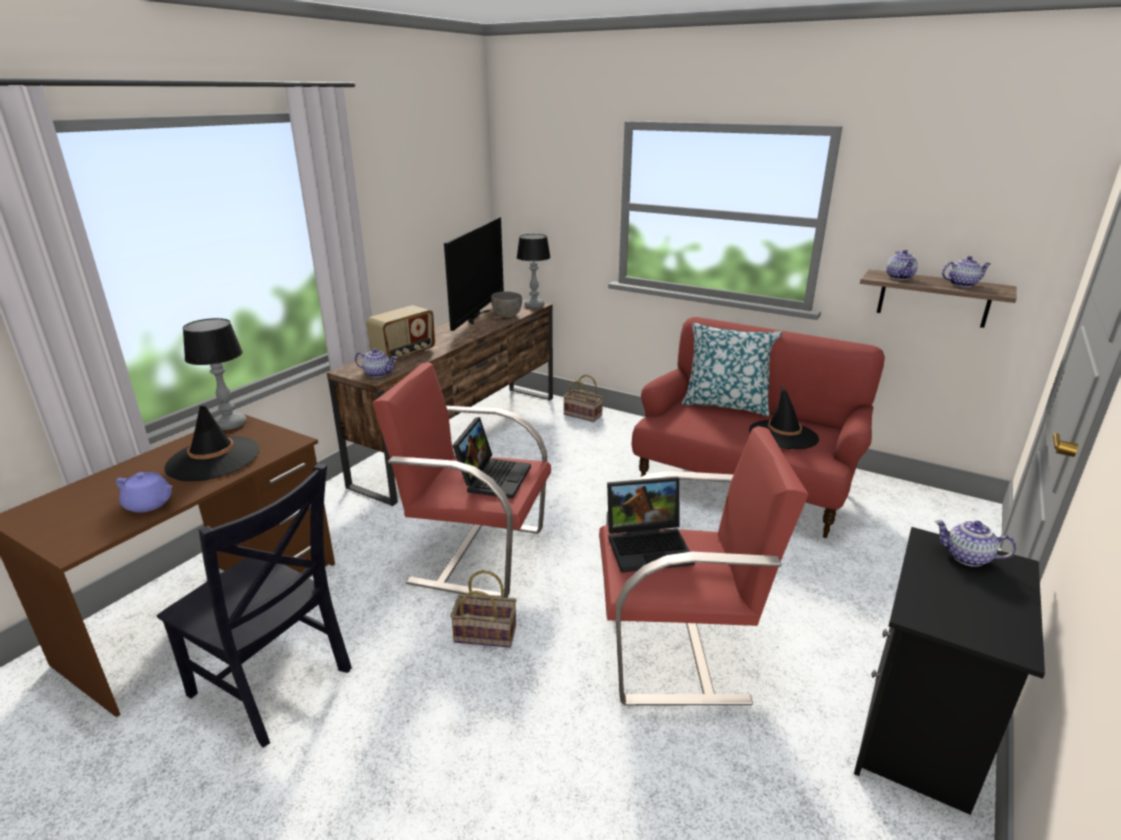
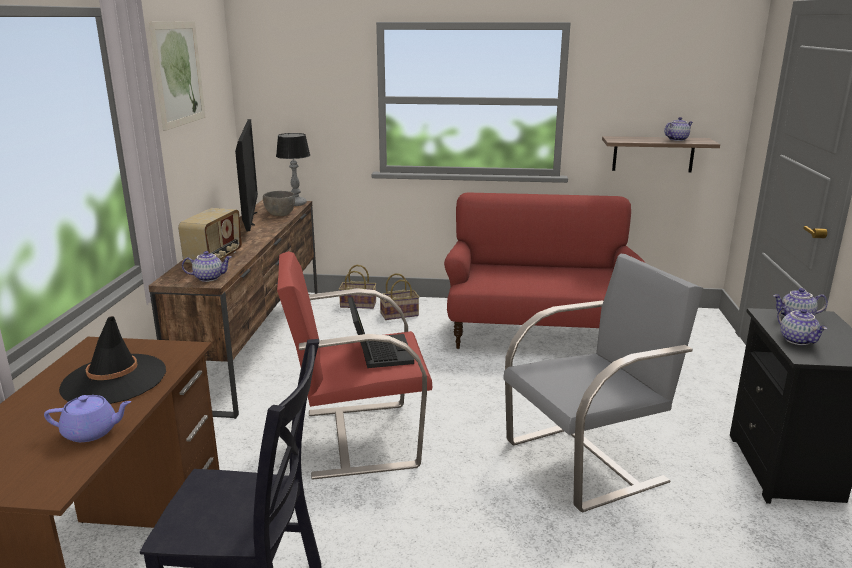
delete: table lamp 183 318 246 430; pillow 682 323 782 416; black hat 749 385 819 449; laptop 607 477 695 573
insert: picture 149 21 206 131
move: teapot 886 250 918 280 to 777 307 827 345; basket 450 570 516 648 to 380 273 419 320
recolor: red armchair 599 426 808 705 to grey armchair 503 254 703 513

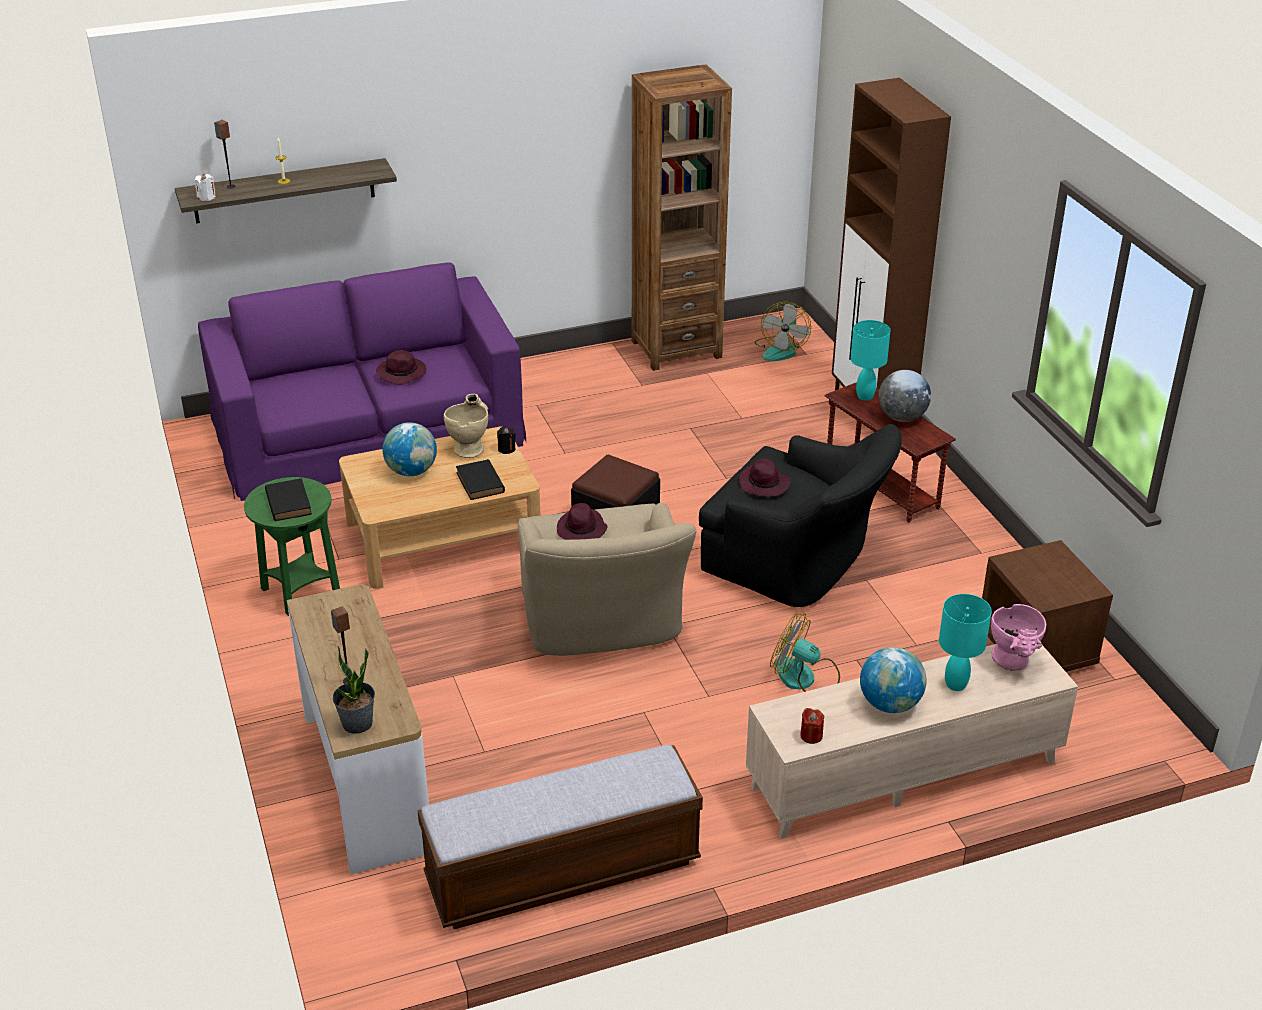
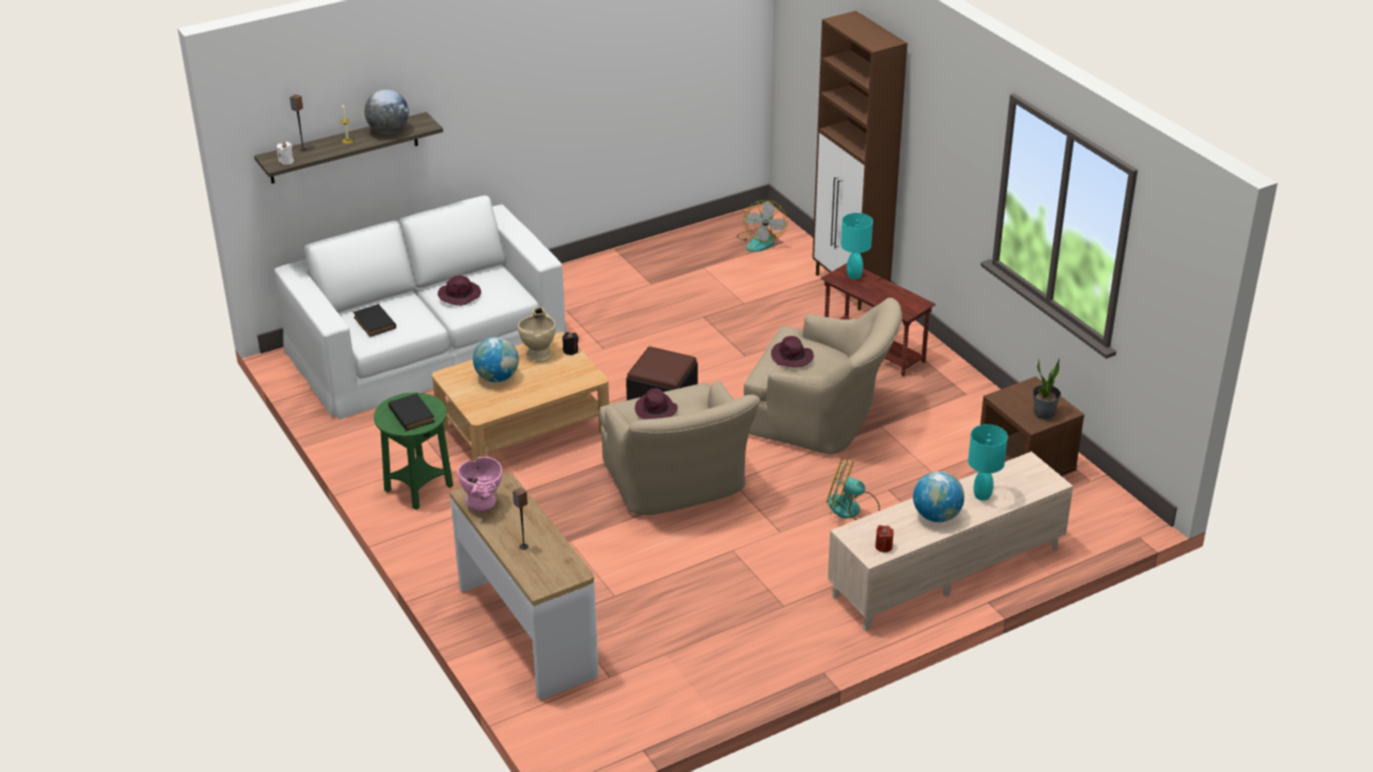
delete: brown bookcase 632 64 732 371; bench 417 744 703 929
move: globe 878 370 931 422 to 364 89 409 134; black book 456 459 505 500 to 353 304 396 337; pink vase 991 604 1046 671 to 458 457 502 512; potted plant 333 646 375 734 to 1032 358 1061 419
recolor: purple sofa 198 262 526 501 to white sofa 274 196 567 420; black armchair 699 424 902 607 to beige armchair 744 298 902 454

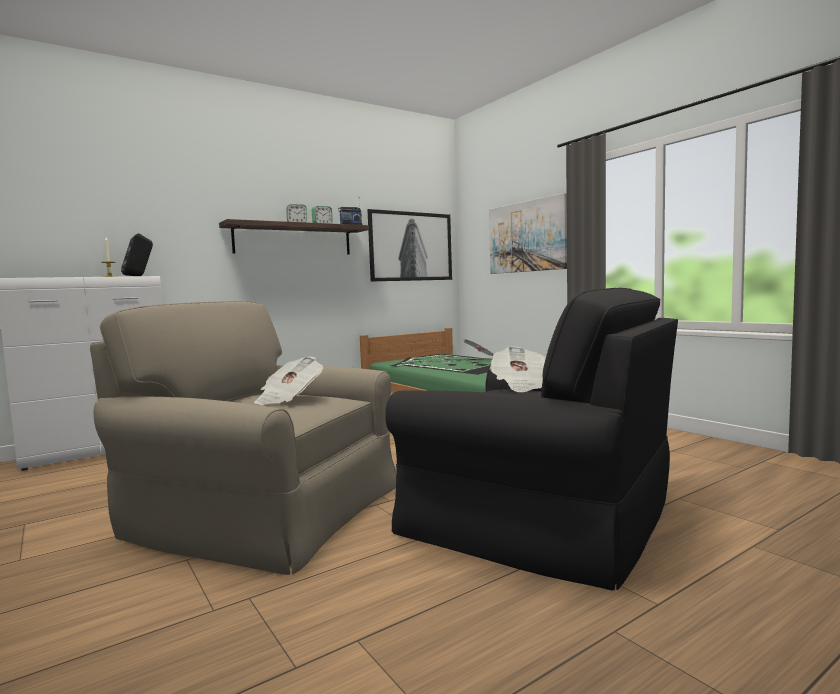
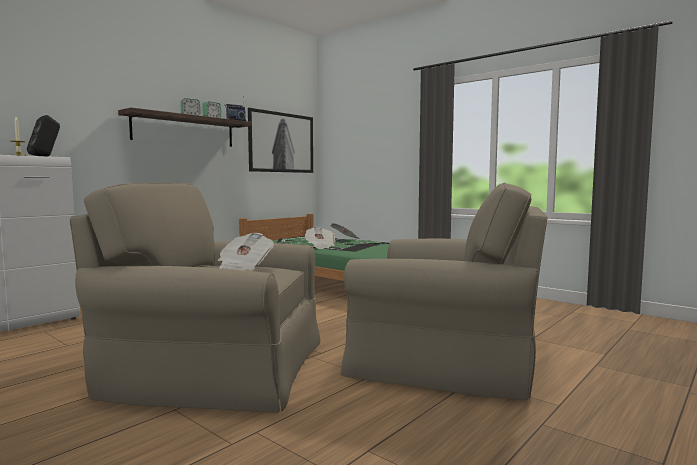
delete: picture 489 193 567 274
move: newspaper 489 346 546 392 to 305 227 335 249
recolor: black armchair 385 288 678 591 to beige armchair 340 183 547 400

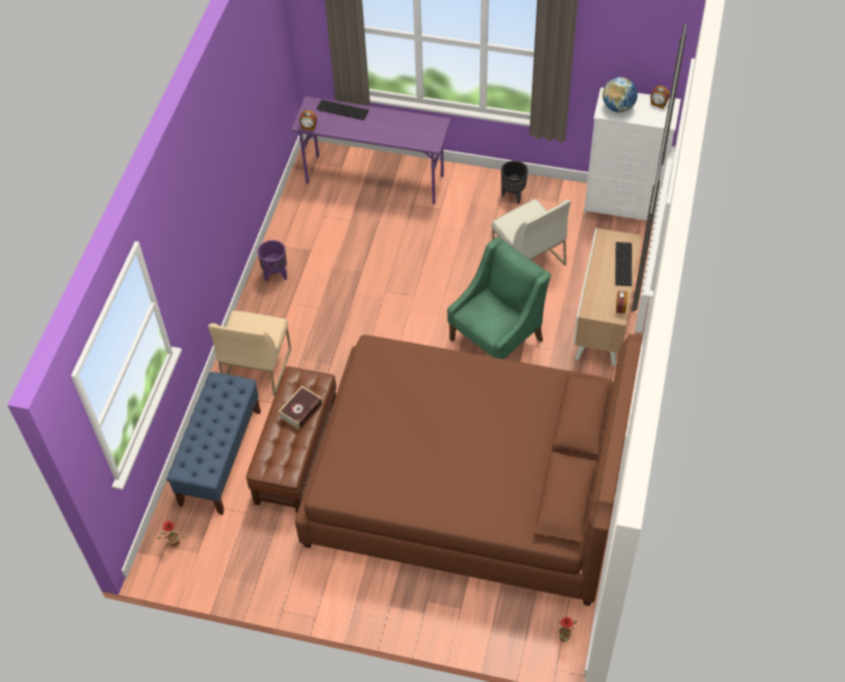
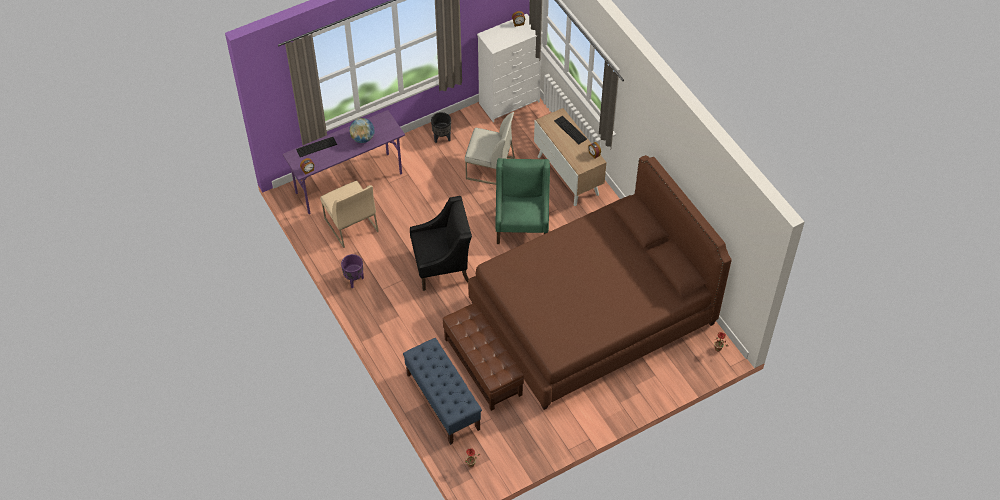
delete: book 278 386 322 430
insert: black armchair 410 196 472 291
move: globe 603 77 638 113 to 349 118 374 143; beige chair 208 310 291 396 to 320 181 379 248

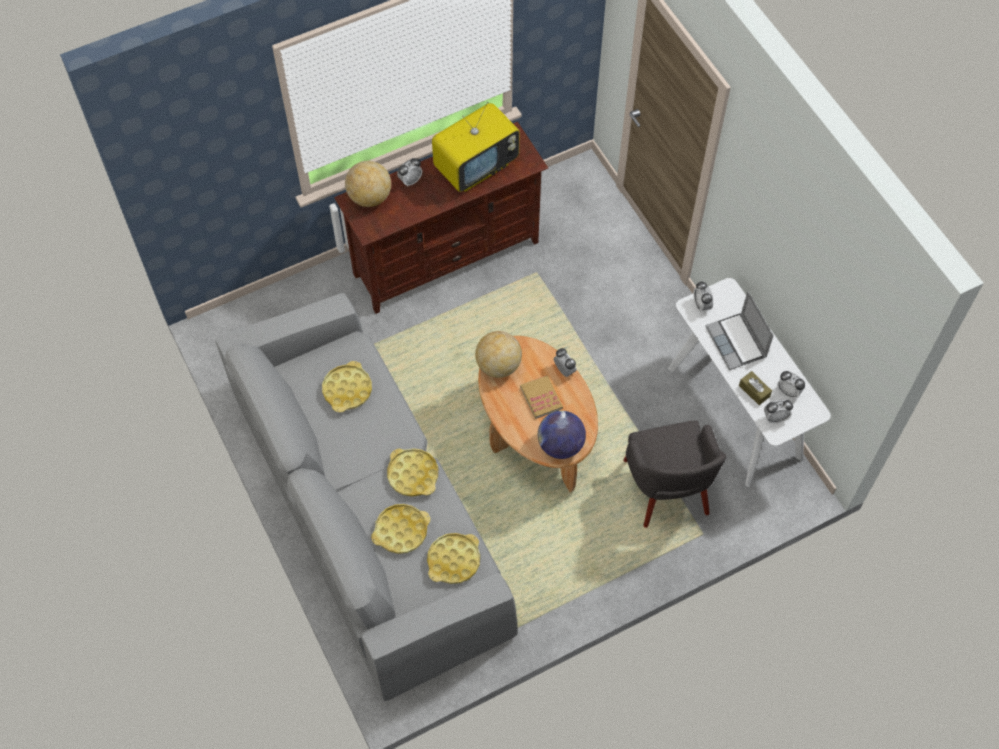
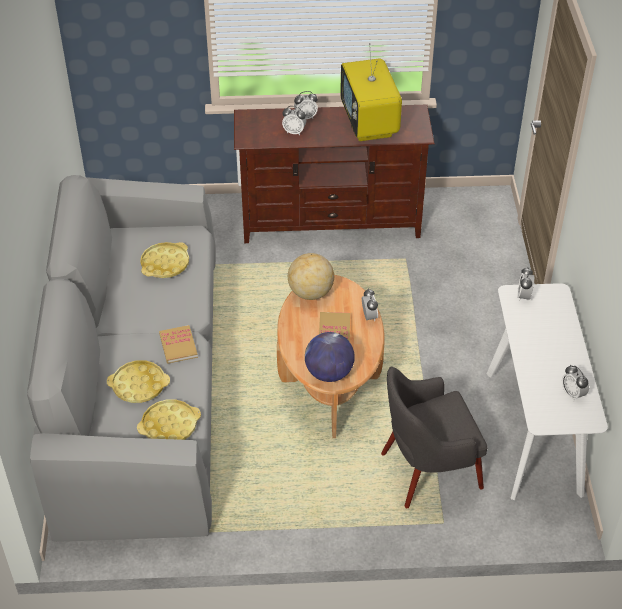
delete: globe 345 161 391 207; laptop 705 291 773 370; brown tissue box 739 371 772 405
move: alarm clock 764 400 793 423 to 282 106 306 135
replace: yellow tray 387 448 438 497 to book 159 325 198 364
rotate: television 432 101 520 192 = 340 43 402 141 90 degrees clockwise; grey armchair 624 420 726 528 = 381 367 487 508 60 degrees clockwise

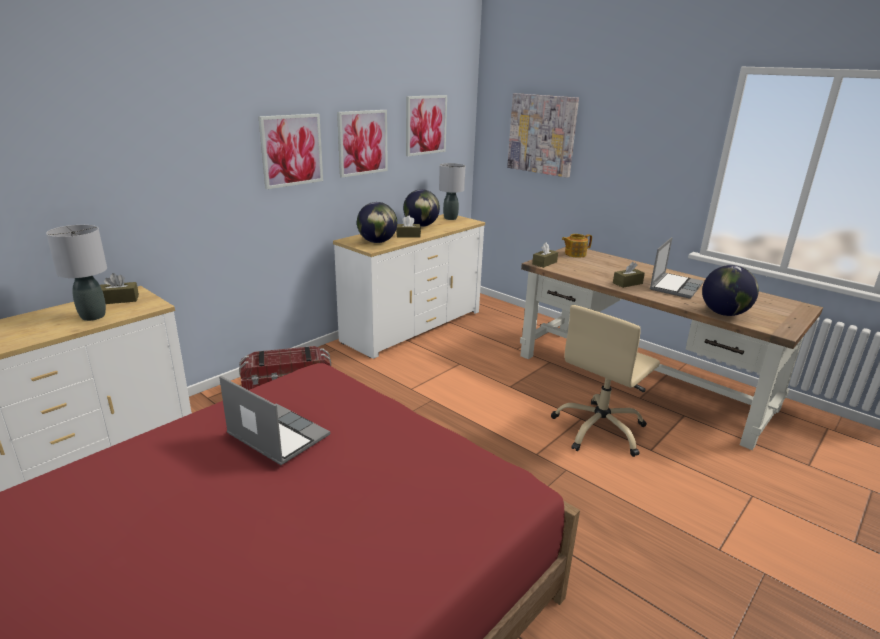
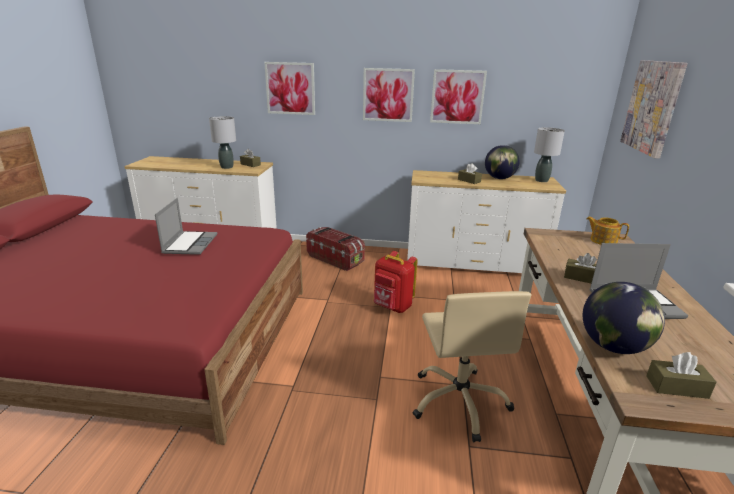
delete: globe 357 202 397 243
insert: red backpack 374 251 418 313
move: picture 406 95 447 156 to 264 62 315 115; brown tissue box 532 243 558 268 to 646 352 717 399
rotate: beige office chair 551 305 660 457 = 413 291 531 442 105 degrees counterclockwise

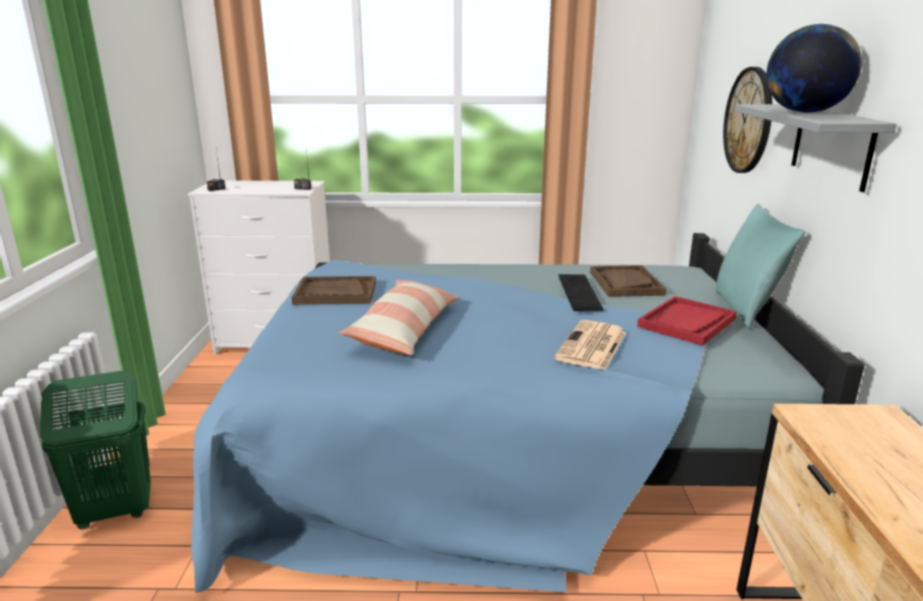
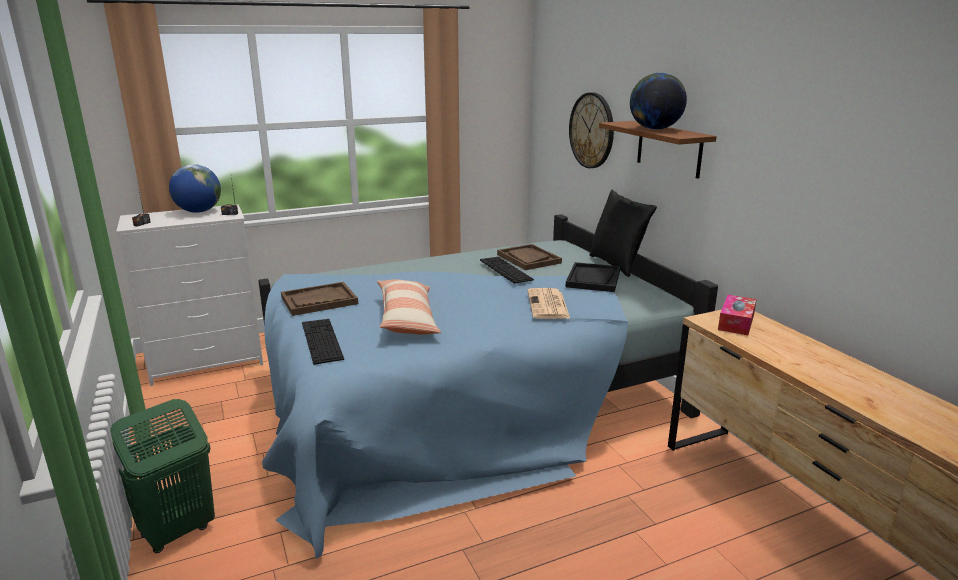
insert: globe 169 164 221 213; tissue box 718 295 757 335; keyboard 302 319 344 365
recolor: grey shelf 734 104 897 192 to brown shelf 599 121 717 179; turquoise pillow 715 203 805 329 to black pillow 590 190 657 277; red tray 637 296 737 346 to black tray 566 262 620 292

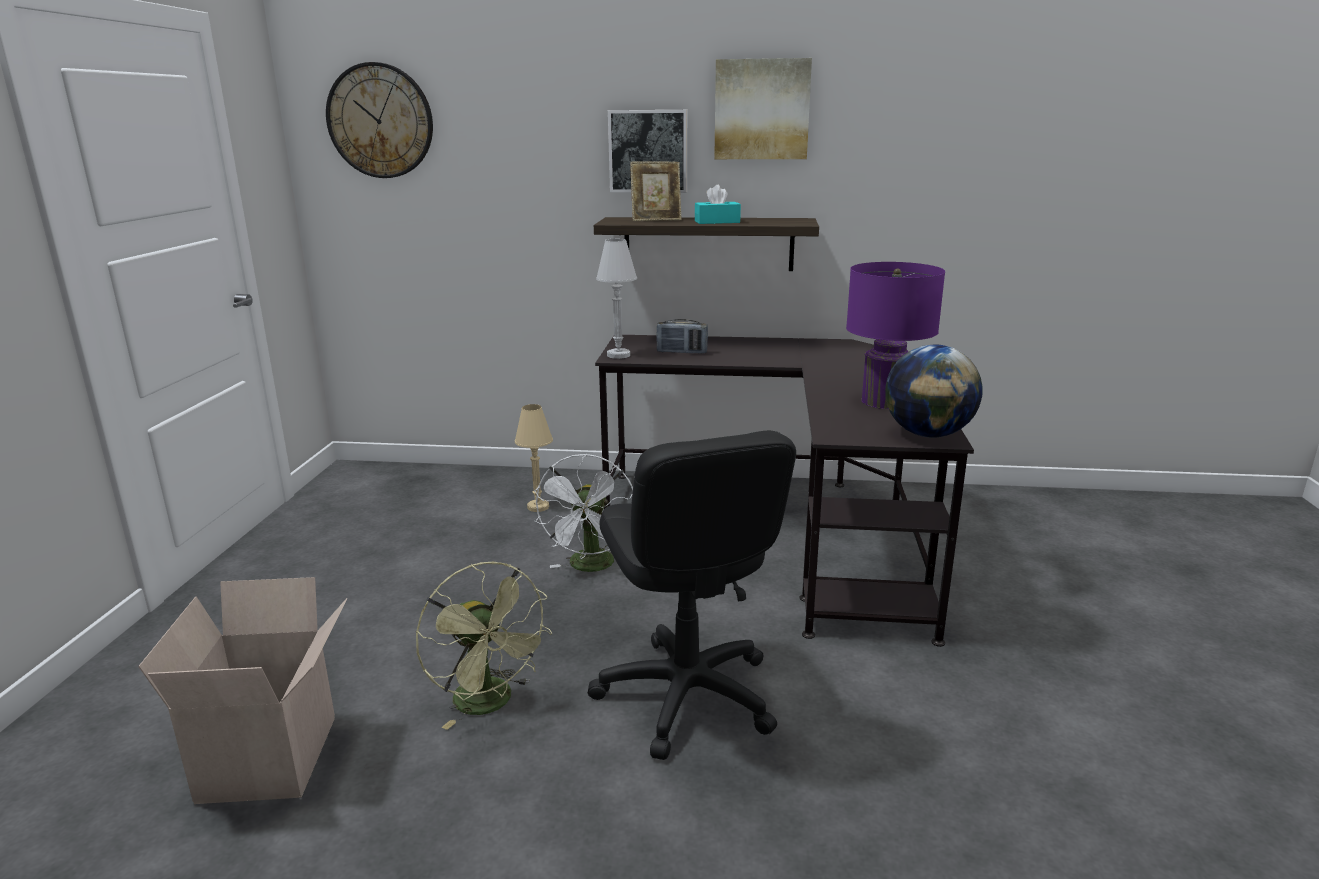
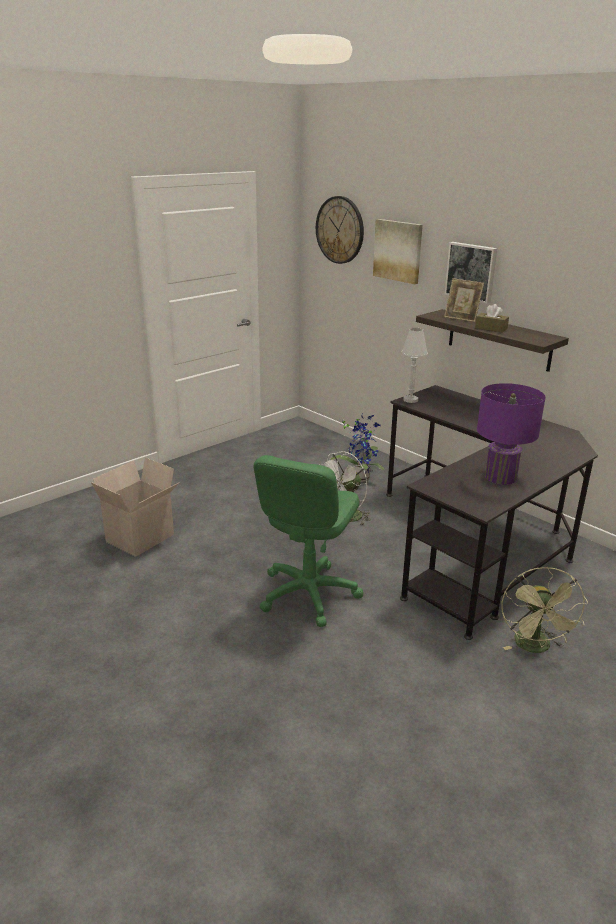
delete: radio 657 319 708 354; globe 885 345 983 438
move: picture 714 58 812 159 to 373 219 423 284; green fan 416 562 552 730 to 501 567 588 653
replace: beige table lamp 515 404 553 512 to potted plant 330 412 384 482
recolor: turquoise tissue box 695 185 741 224 to brown tissue box 475 304 509 332; black office chair 588 431 796 760 to green office chair 253 455 363 627

